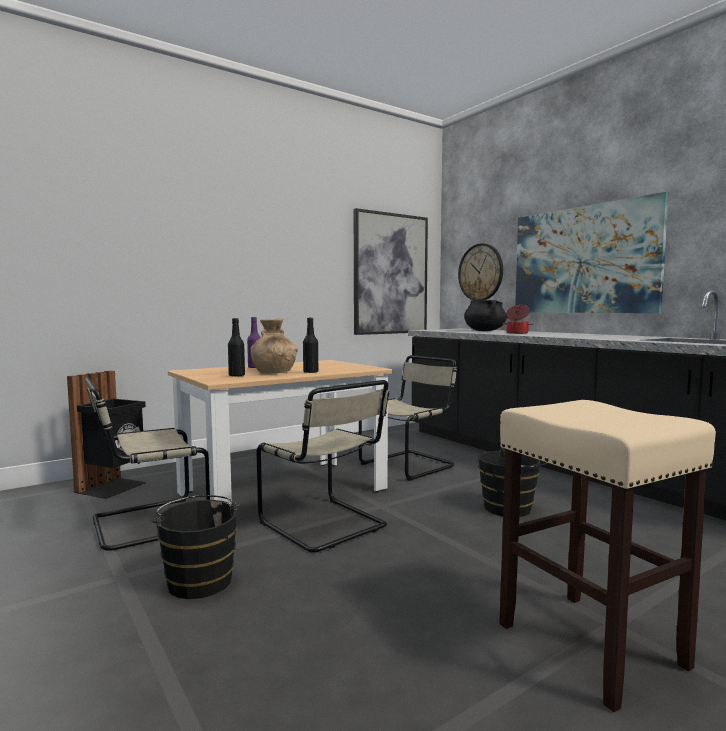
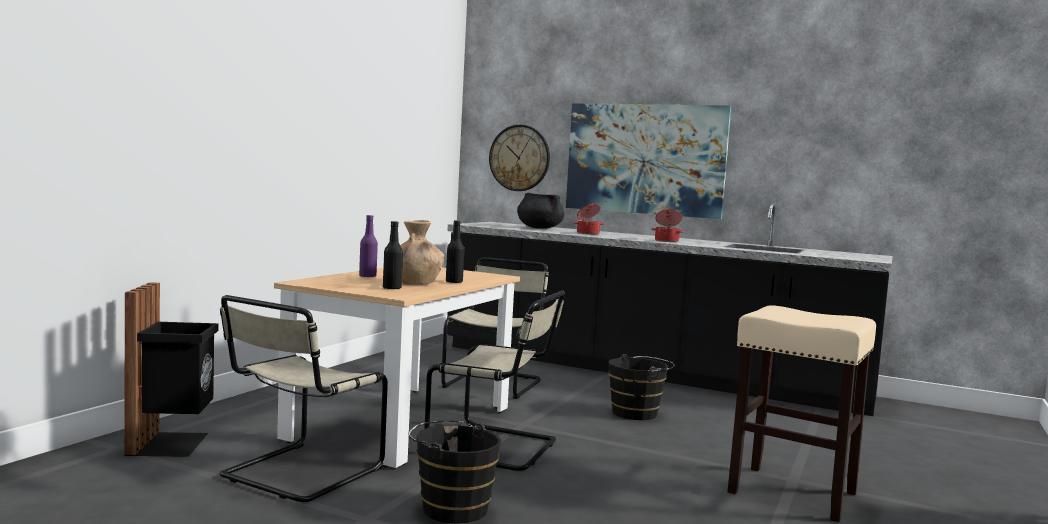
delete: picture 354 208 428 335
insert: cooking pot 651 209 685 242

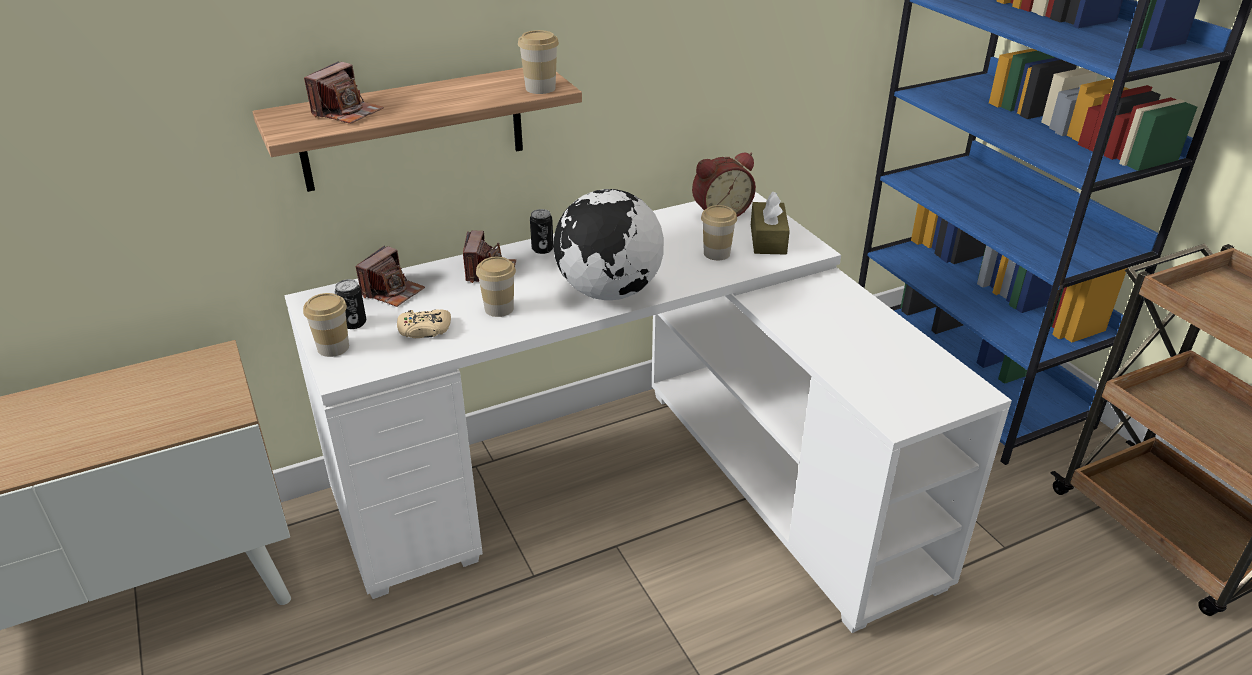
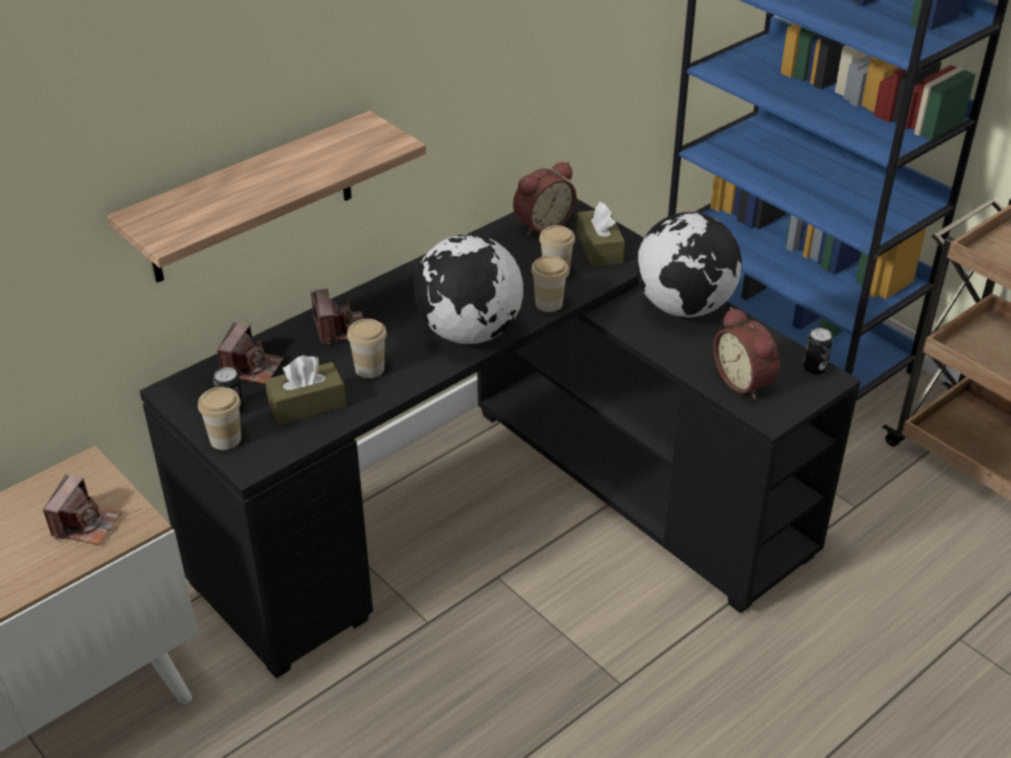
insert: globe 636 212 742 318; alarm clock 713 307 780 399
move: cup 518 30 559 94 to 531 255 569 312; photo camera 304 62 384 124 to 43 475 122 545; can 530 209 554 254 to 803 328 833 375
replace: beige game controller 397 309 451 338 to brown tissue box 265 355 346 425
recolor: white desk 284 191 1012 633 to black desk 140 198 860 678

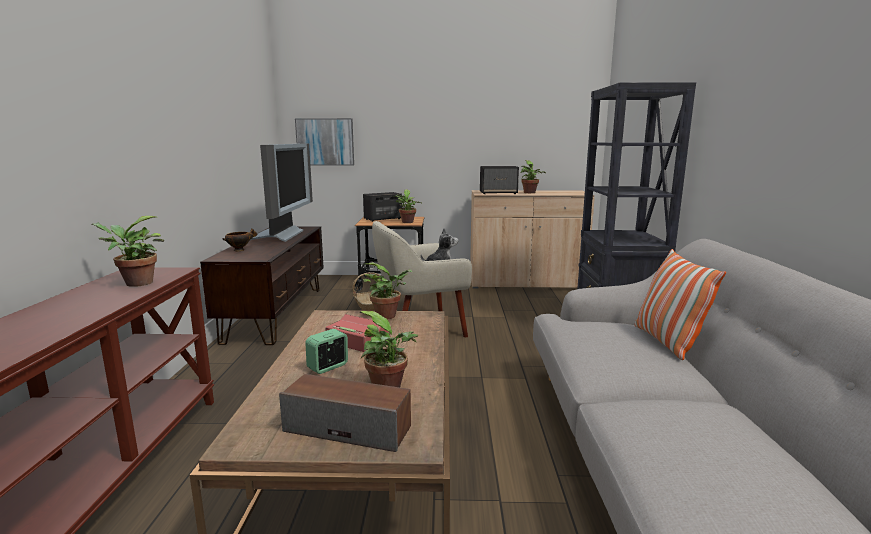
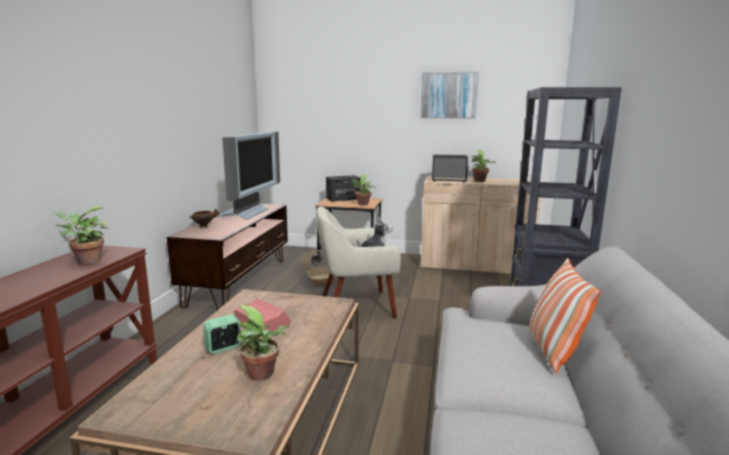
delete: potted plant 363 262 412 320; speaker 279 374 411 452
move: picture 295 118 354 166 to 420 72 478 119

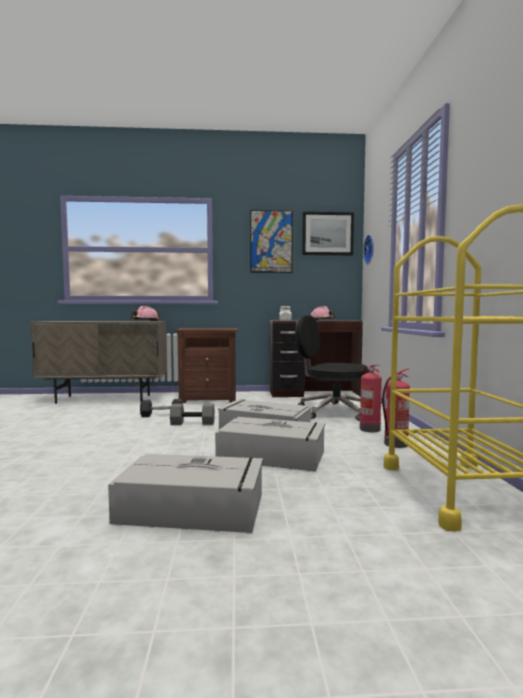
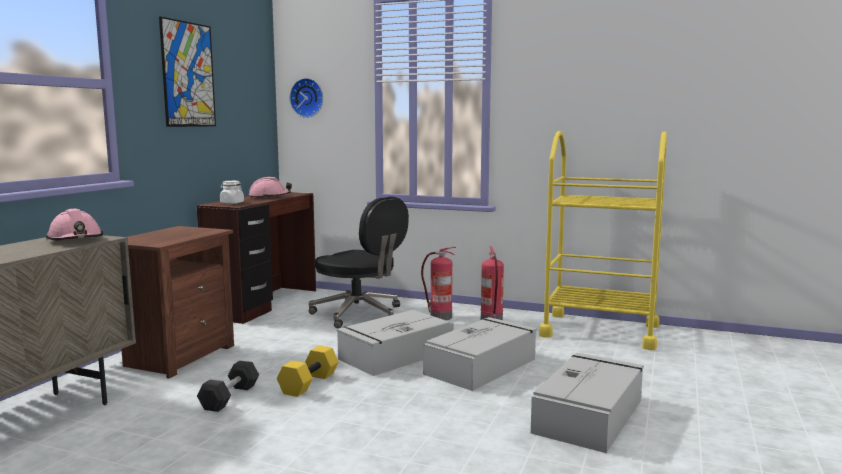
delete: picture 302 212 354 255
recolor: grey dumbbell 170 404 215 425 to yellow dumbbell 277 346 339 397
rotate: black office chair 295 315 369 421 = 309 197 409 328 105 degrees counterclockwise

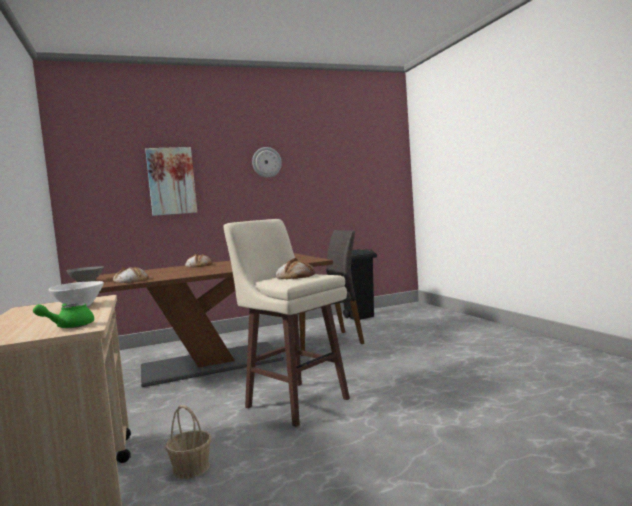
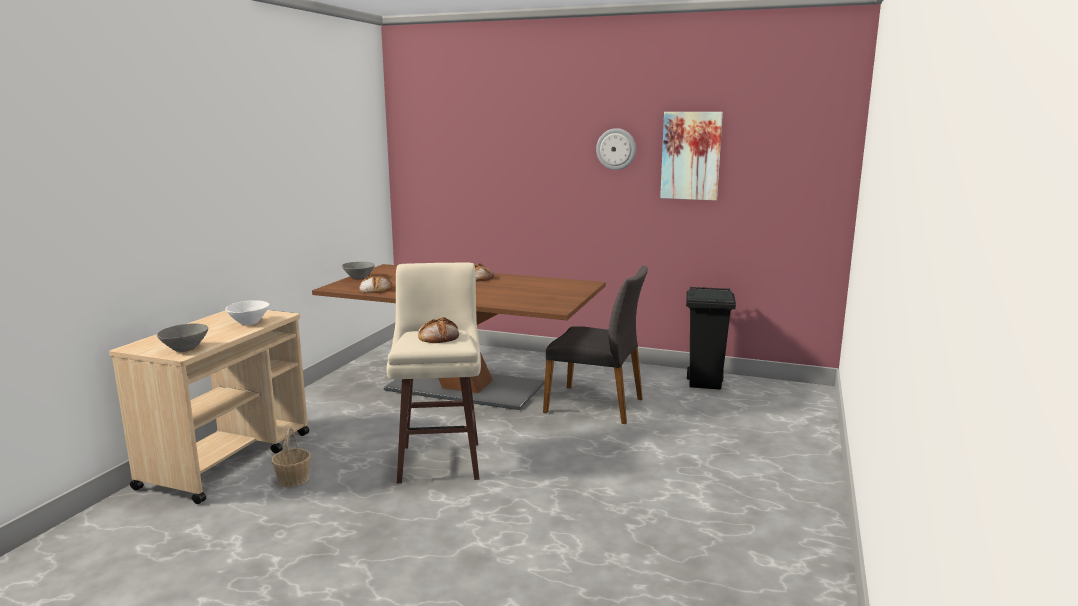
move: picture 145 147 197 216 to 660 112 723 201
replace: green teapot 33 303 94 328 to grey bowl 157 323 208 352

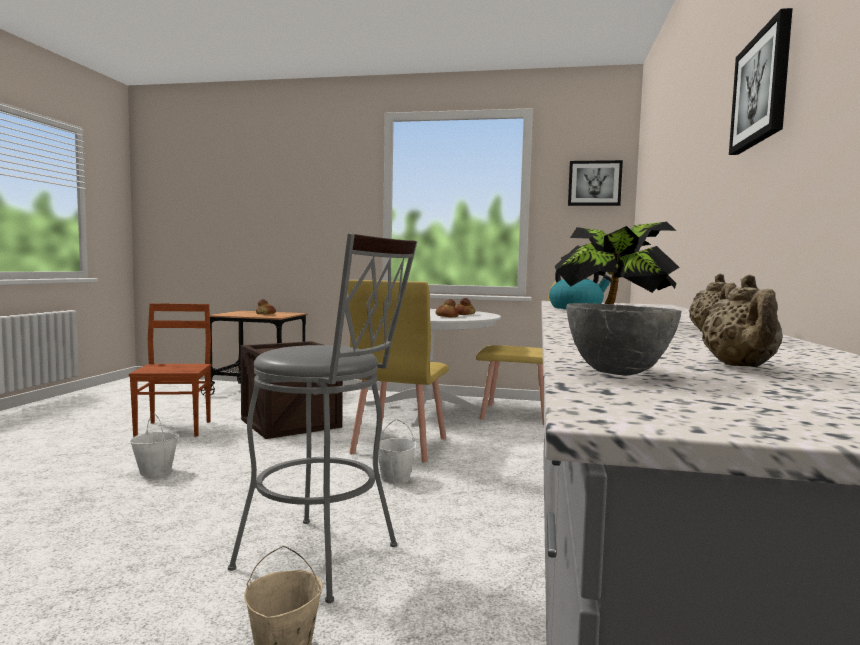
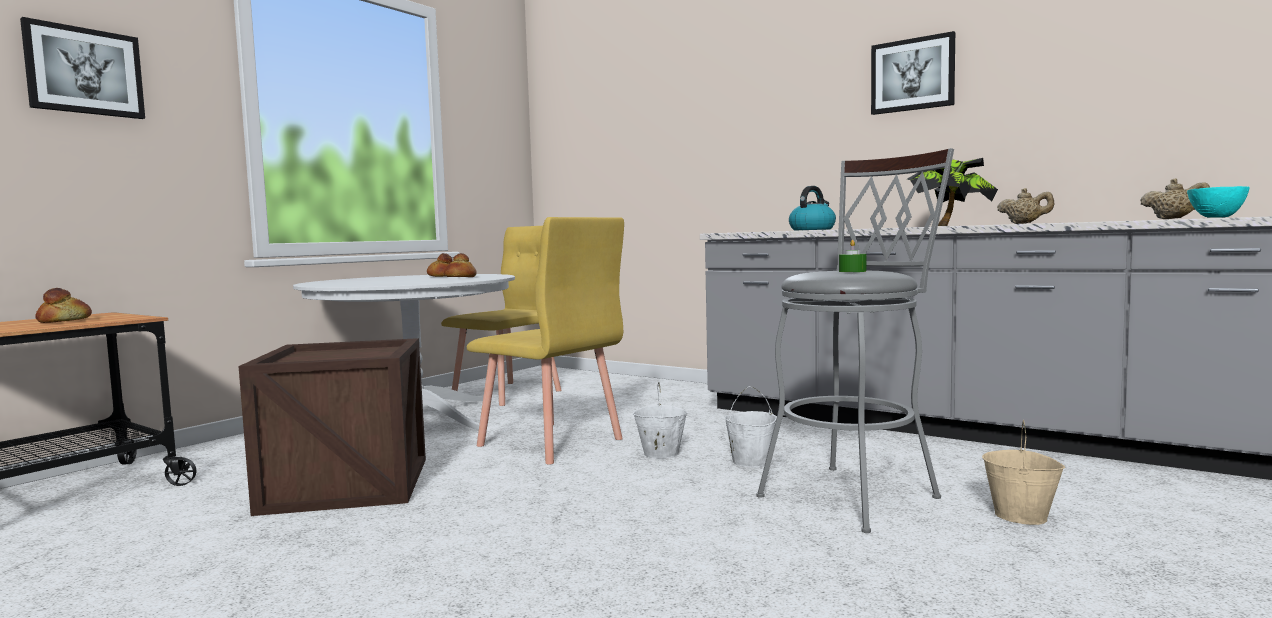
delete: brown chair 129 303 211 437
insert: green candle 839 240 866 272
move: picture 568 160 623 206 to 20 17 145 119; white bucket 130 413 179 477 to 725 386 777 468
recolor: grey bowl 566 303 682 375 to turquoise bowl 1187 186 1250 218

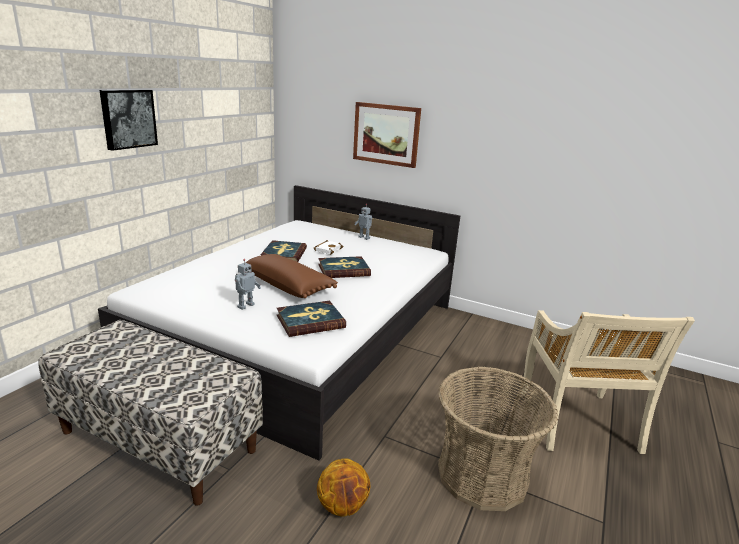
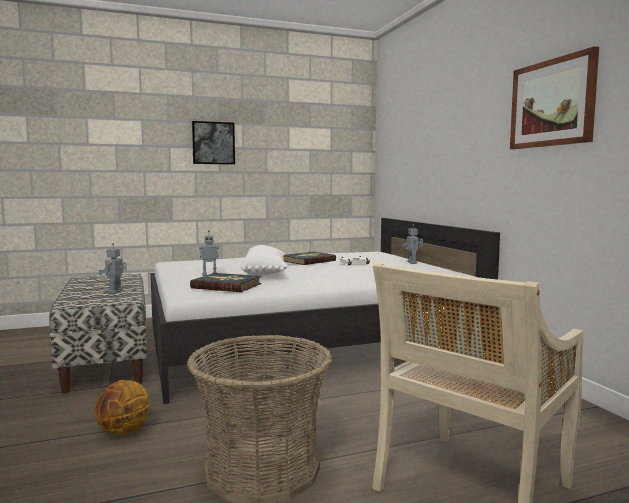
delete: book 318 256 371 278
insert: toy robot 98 243 127 294
move: picture 353 102 421 168 to 510 46 599 149
recolor: brown pillow 246 254 338 298 to white pillow 241 245 288 276

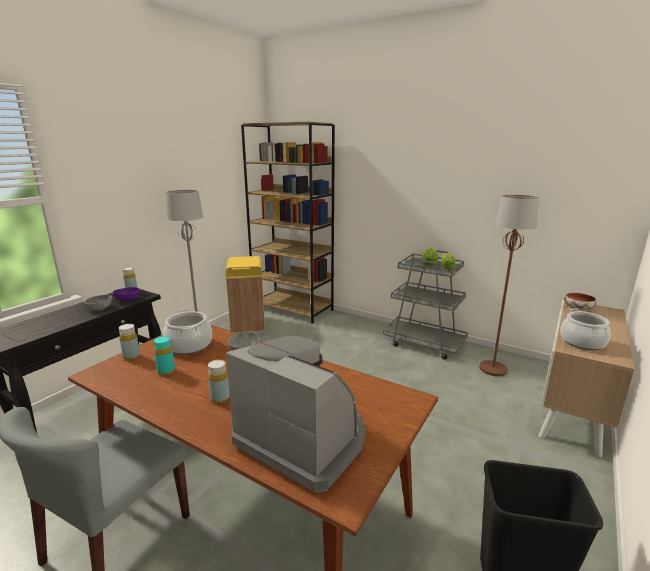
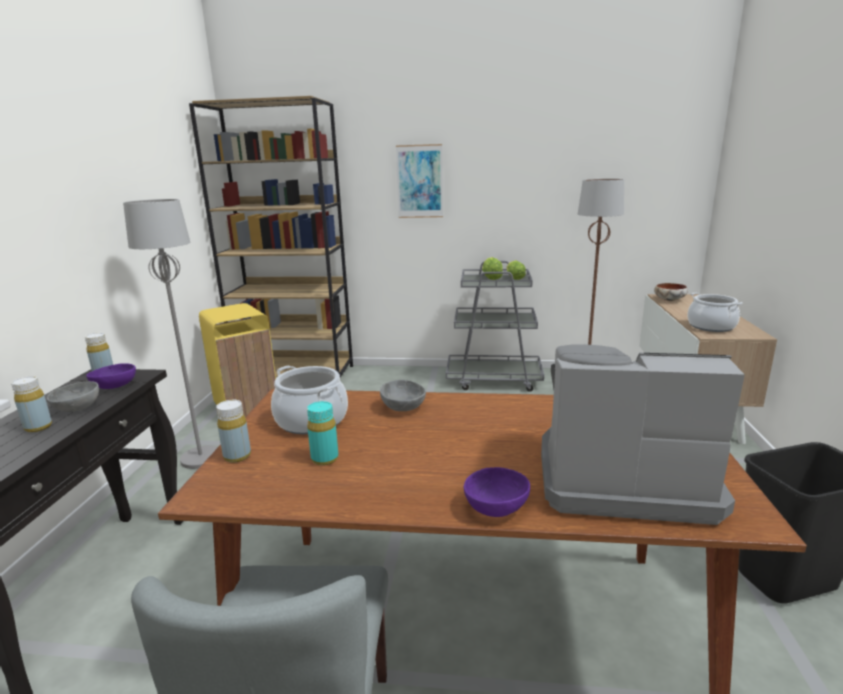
insert: picture 396 144 443 218; purple bowl 464 467 530 517
move: yellow bottle 208 360 230 404 to 11 376 52 432

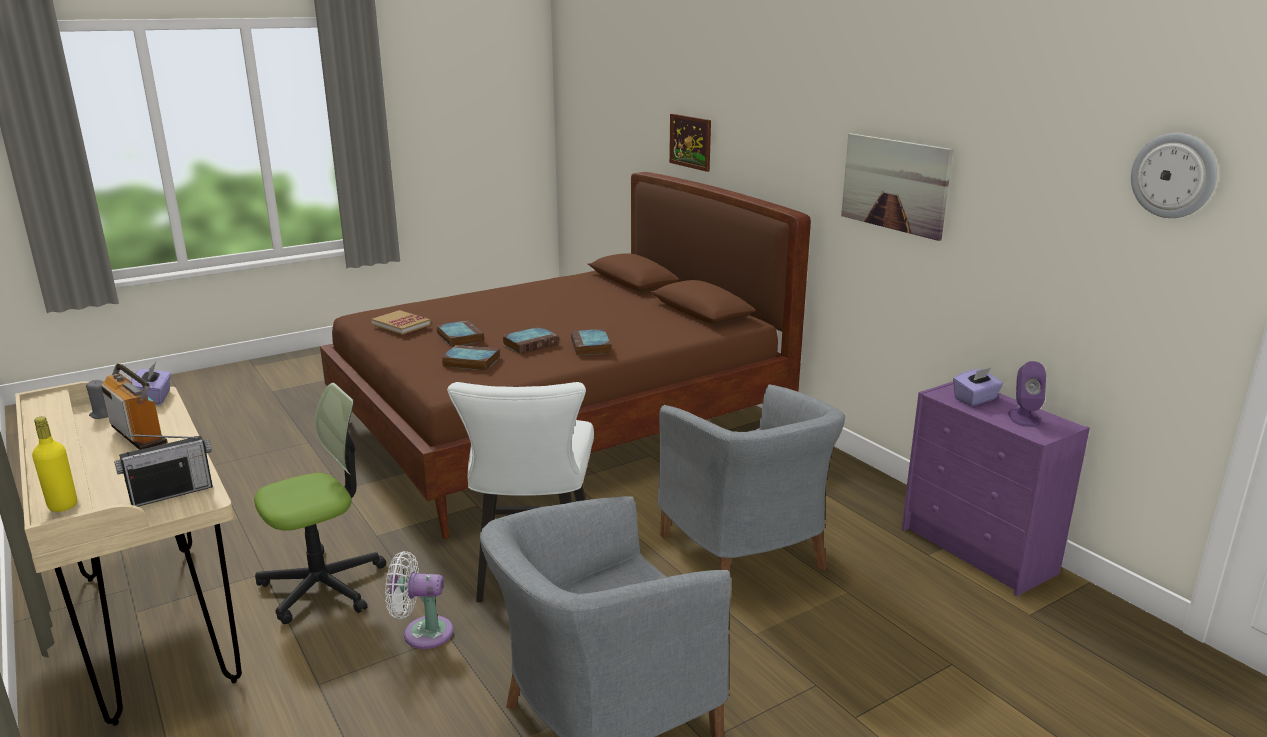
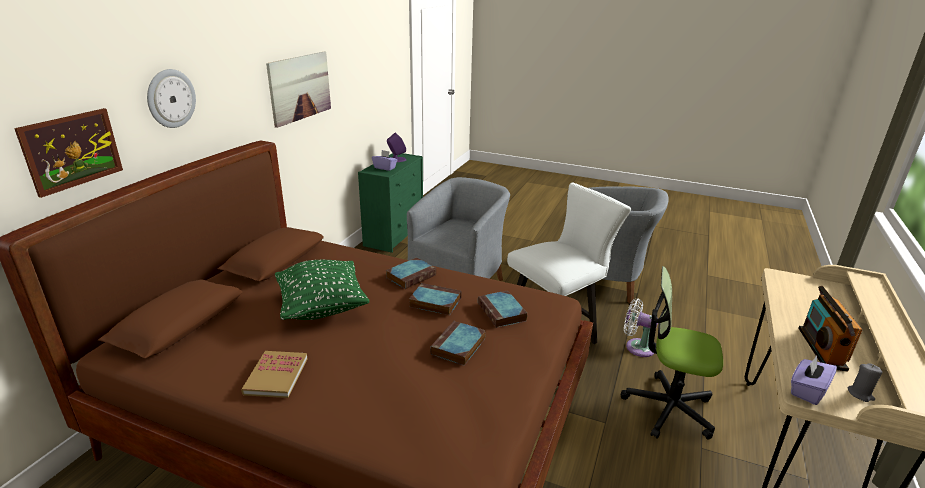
delete: yellow bottle 32 417 77 512; radio 114 434 213 507
insert: green pillow 275 260 370 320
move: wall clock 1131 133 1217 218 to 147 69 196 128; book 371 310 431 335 to 241 351 307 398
recolor: purple dresser 901 382 1090 597 to green dresser 358 153 423 253
rotate: white fan 385 551 453 649 = 624 299 658 357 150 degrees clockwise

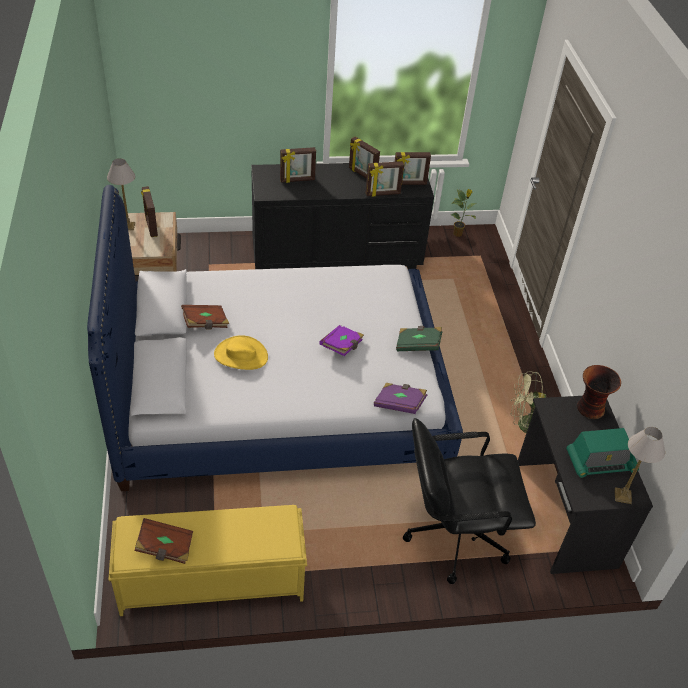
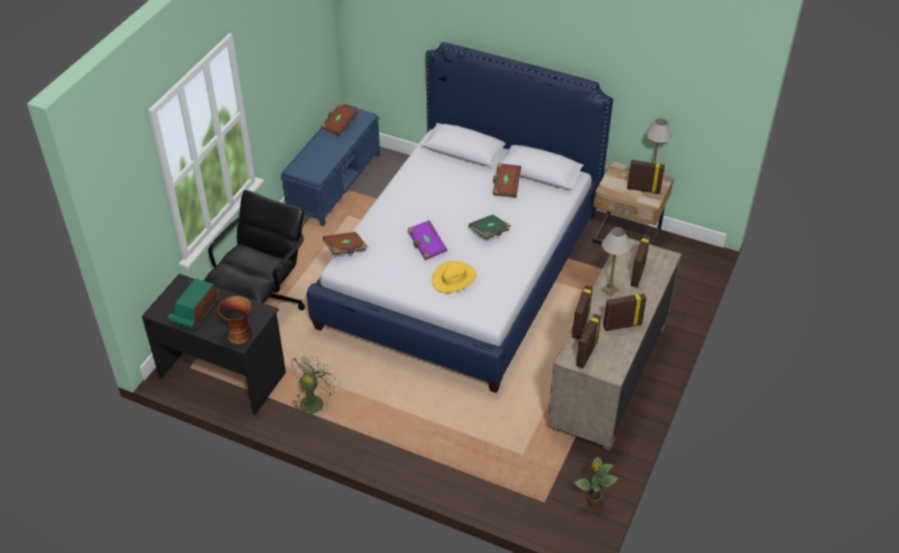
move: green book 396 326 442 351 to 468 215 511 239; yellow hat 214 335 268 370 to 432 261 477 293; table lamp 615 427 665 504 to 601 227 631 296
recolor: black dresser 251 162 434 269 to beige dresser 547 238 681 451; purple book 374 383 427 414 to brown book 323 232 367 255; yellow bench 108 505 307 616 to blue bench 280 103 380 226

